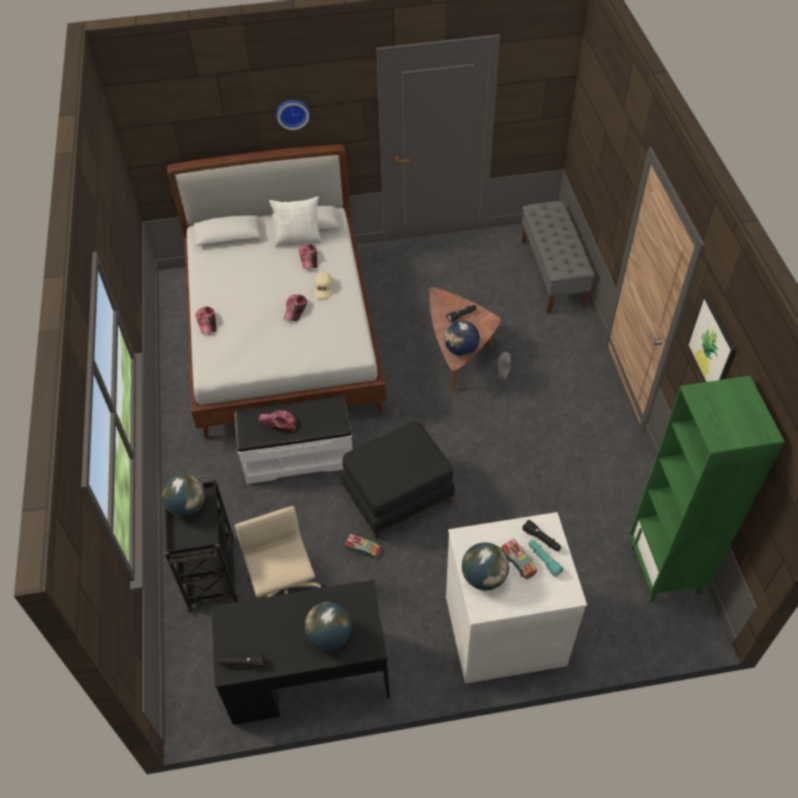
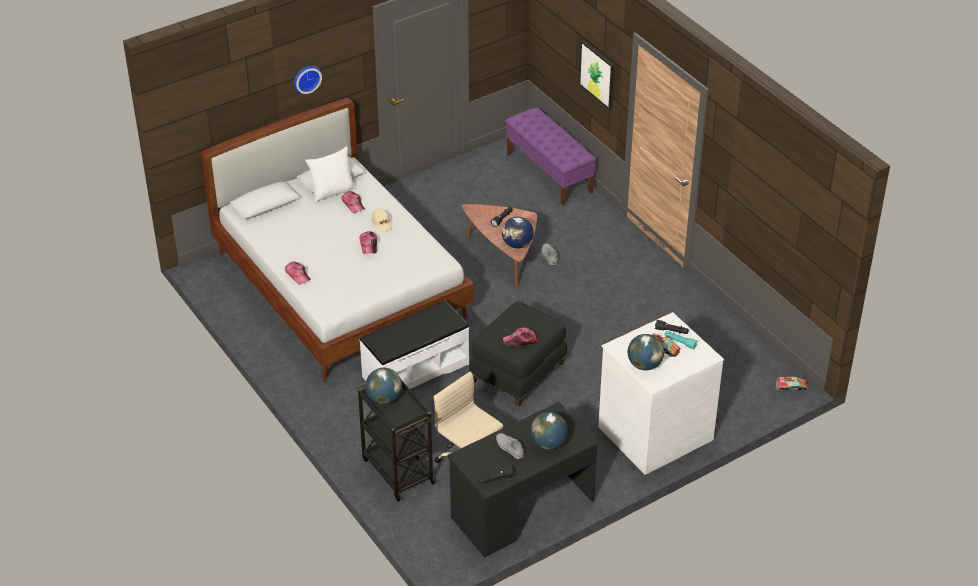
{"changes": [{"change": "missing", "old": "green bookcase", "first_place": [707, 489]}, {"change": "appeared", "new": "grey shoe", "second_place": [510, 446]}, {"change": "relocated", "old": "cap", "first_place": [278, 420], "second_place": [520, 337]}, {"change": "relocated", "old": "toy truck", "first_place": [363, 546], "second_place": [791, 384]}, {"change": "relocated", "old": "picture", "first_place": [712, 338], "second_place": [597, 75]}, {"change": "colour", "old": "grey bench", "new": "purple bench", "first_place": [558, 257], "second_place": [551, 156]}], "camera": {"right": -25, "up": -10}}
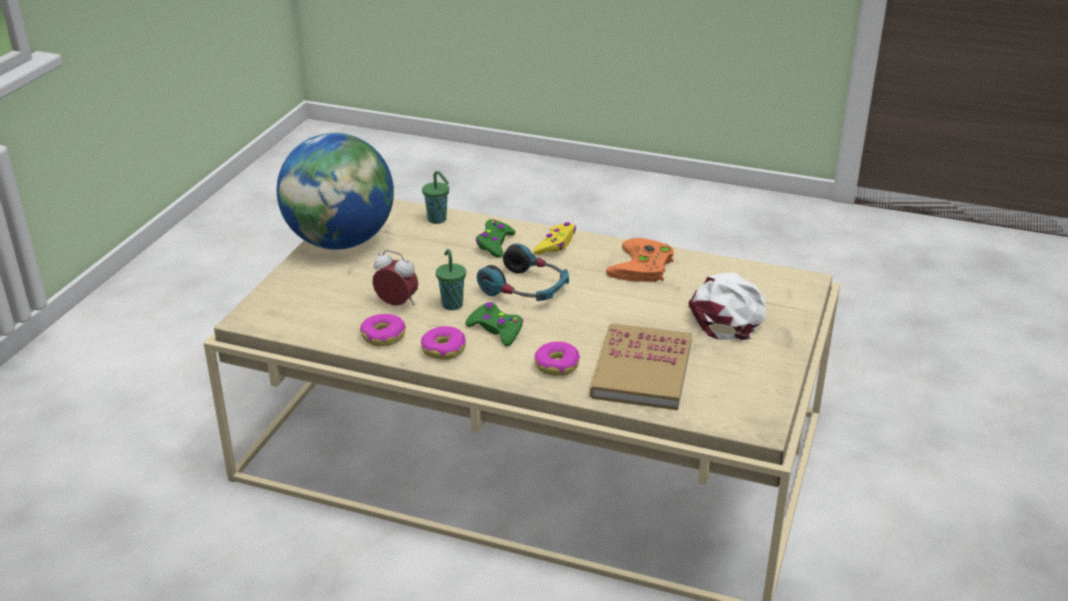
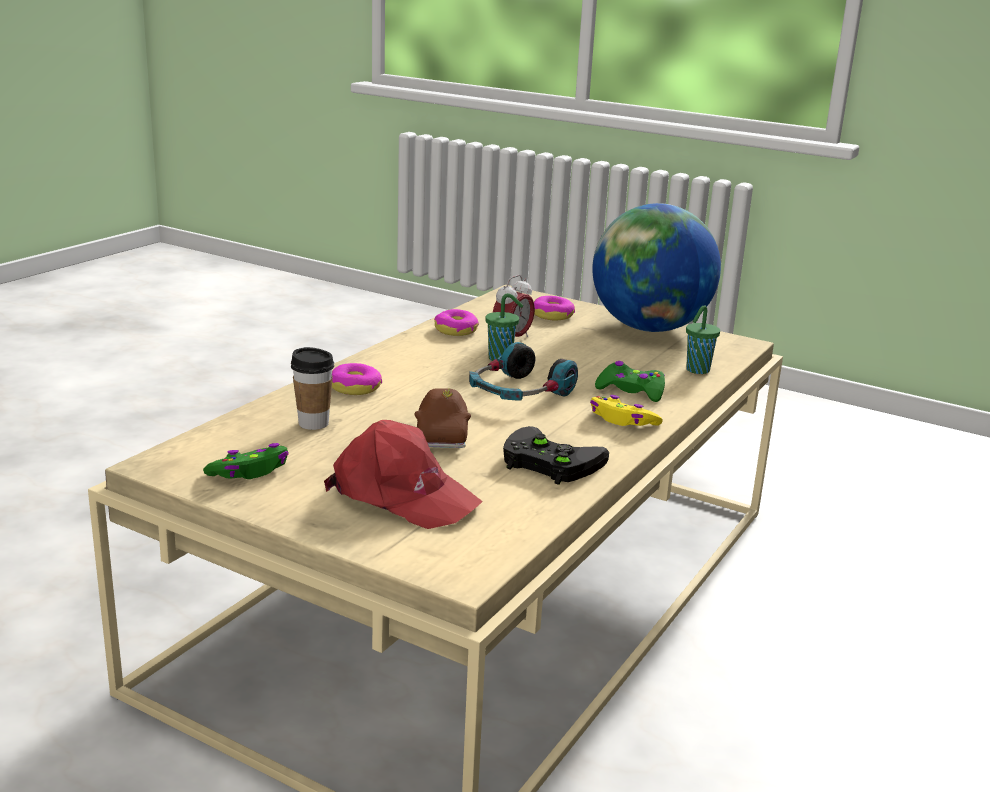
{"changes": [{"change": "appeared", "new": "brown toy car", "second_place": [442, 418]}, {"change": "relocated", "old": "donut", "first_place": [443, 343], "second_place": [554, 308]}, {"change": "relocated", "old": "green game controller", "first_place": [494, 324], "second_place": [246, 461]}, {"change": "exchanged", "old": "book", "new": "cup", "first_place": [641, 366], "second_place": [312, 388]}, {"change": "colour", "old": "orange game controller", "new": "black game controller", "first_place": [640, 260], "second_place": [556, 455]}, {"change": "colour", "old": "white cap", "new": "red cap", "first_place": [727, 306], "second_place": [403, 474]}], "camera": {"right": 100, "up": -10}}
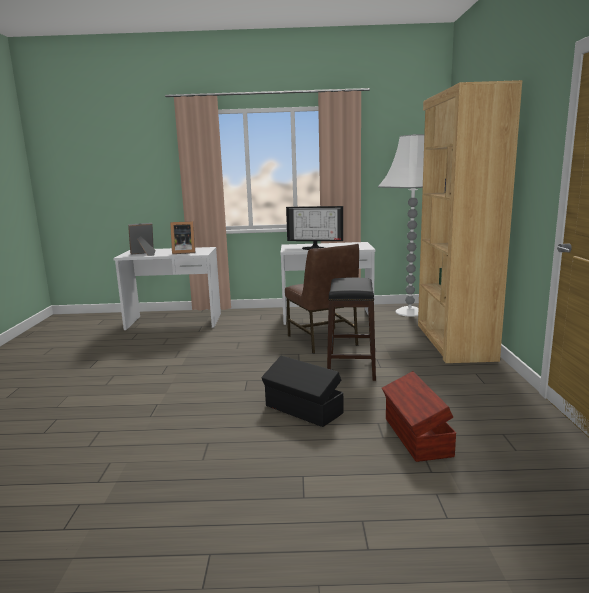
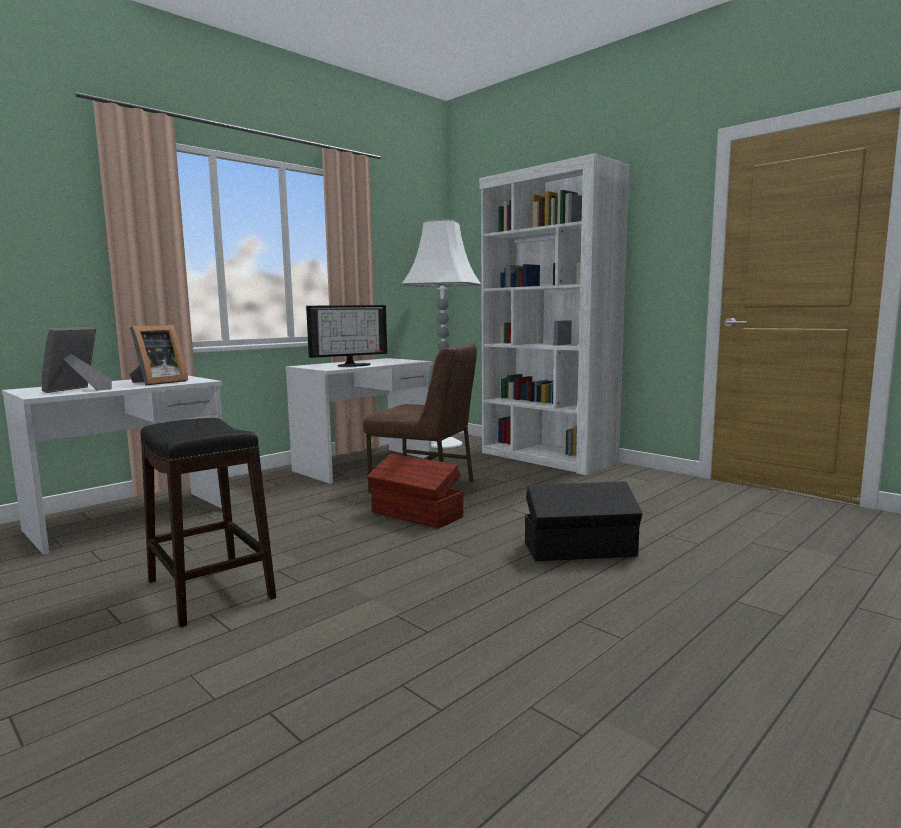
{"changes": [{"change": "relocated", "old": "black stool", "first_place": [351, 329], "second_place": [208, 522]}, {"change": "relocated", "old": "brown storage box", "first_place": [419, 416], "second_place": [415, 491]}, {"change": "colour", "old": "brown bookcase", "new": "white bookcase", "first_place": [470, 221], "second_place": [554, 314]}], "camera": {"right": -45, "up": -5}}
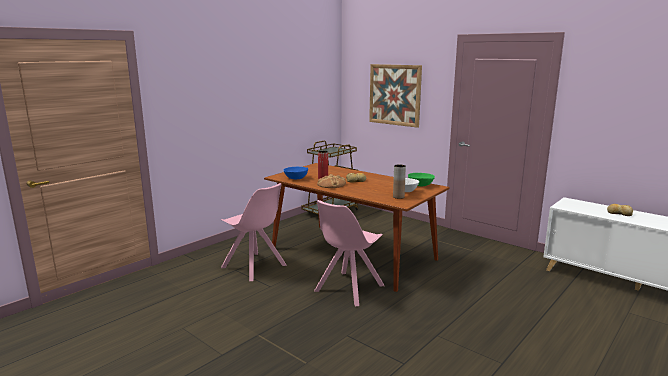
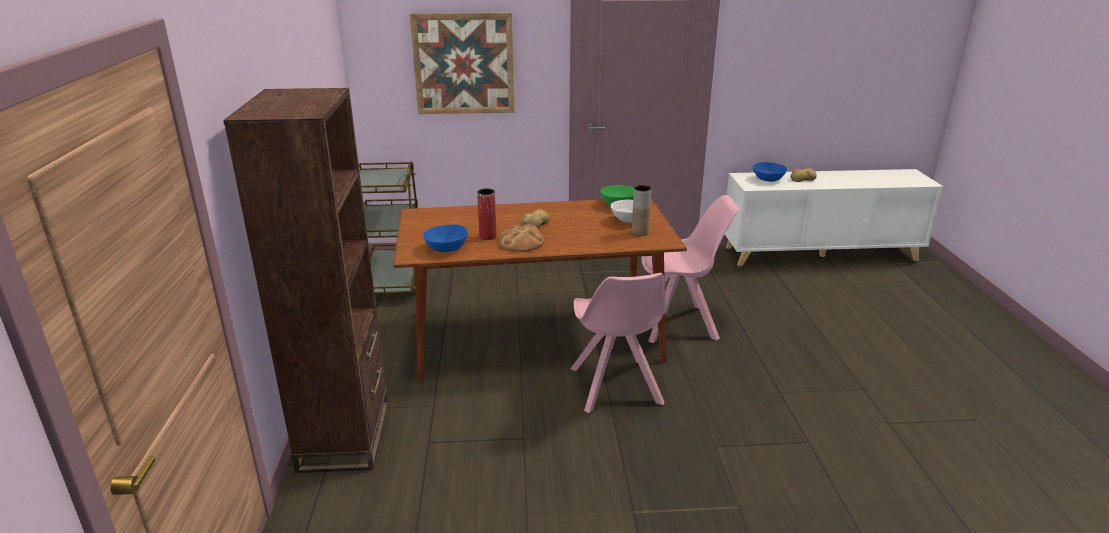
{"changes": [{"change": "appeared", "new": "brown bookcase", "second_place": [306, 280]}, {"change": "appeared", "new": "blue bowl", "second_place": [770, 172]}, {"change": "relocated", "old": "pink chair", "first_place": [254, 232], "second_place": [690, 269]}], "camera": {"right": -45, "up": 10}}
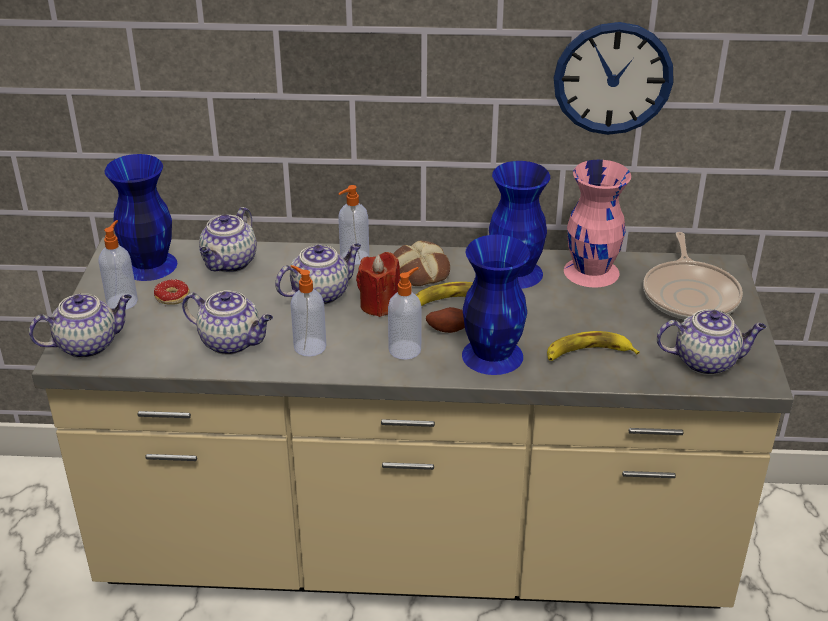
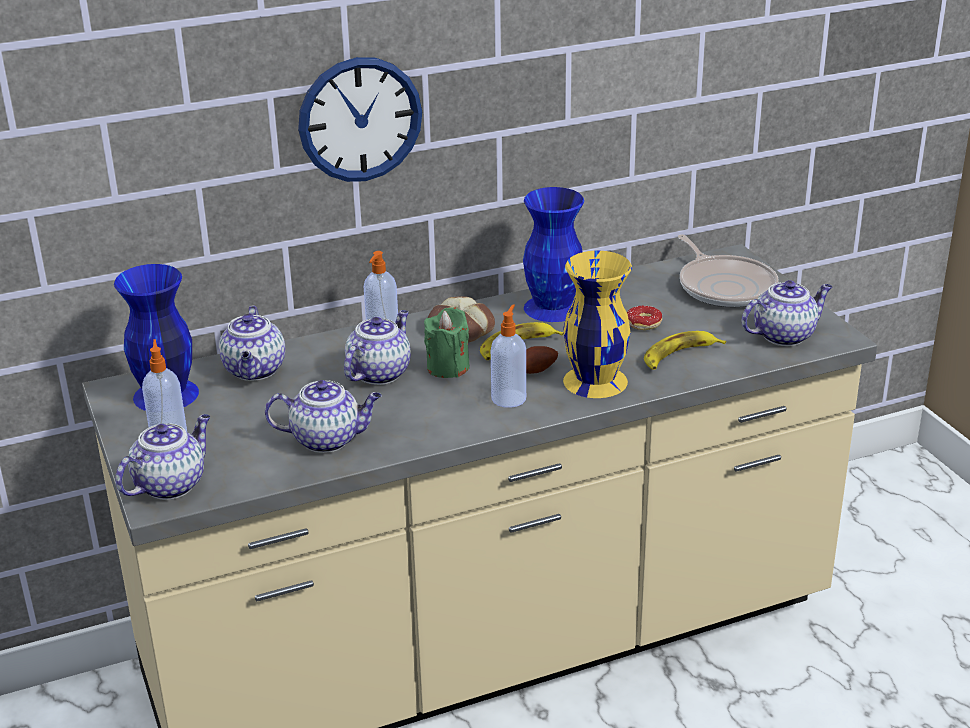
{"changes": [{"change": "missing", "old": "soap dispenser", "first_place": [308, 310]}, {"change": "missing", "old": "pink vase", "first_place": [597, 223]}, {"change": "relocated", "old": "donut", "first_place": [172, 292], "second_place": [644, 318]}, {"change": "relocated", "old": "wall clock", "first_place": [614, 78], "second_place": [360, 119]}, {"change": "colour", "old": "red candle", "new": "green candle", "first_place": [378, 284], "second_place": [447, 342]}, {"change": "colour", "old": "blue vase", "new": "yellow vase", "first_place": [496, 305], "second_place": [597, 324]}], "camera": {"right": -25, "up": -5}}
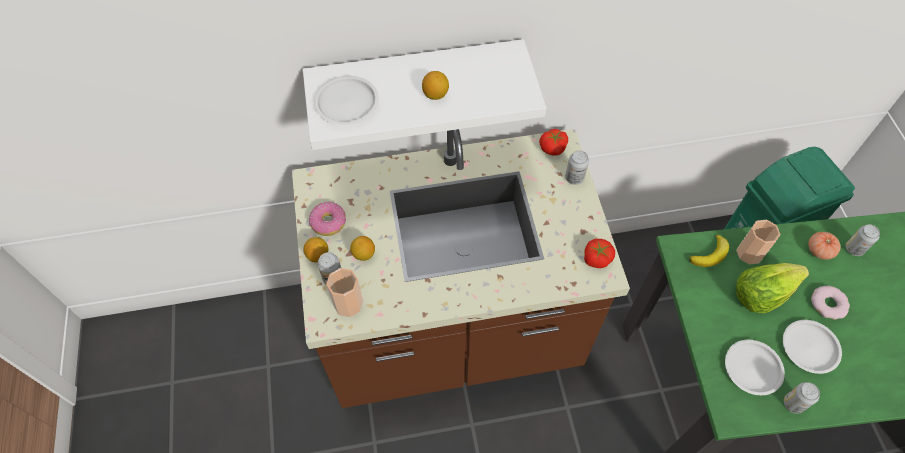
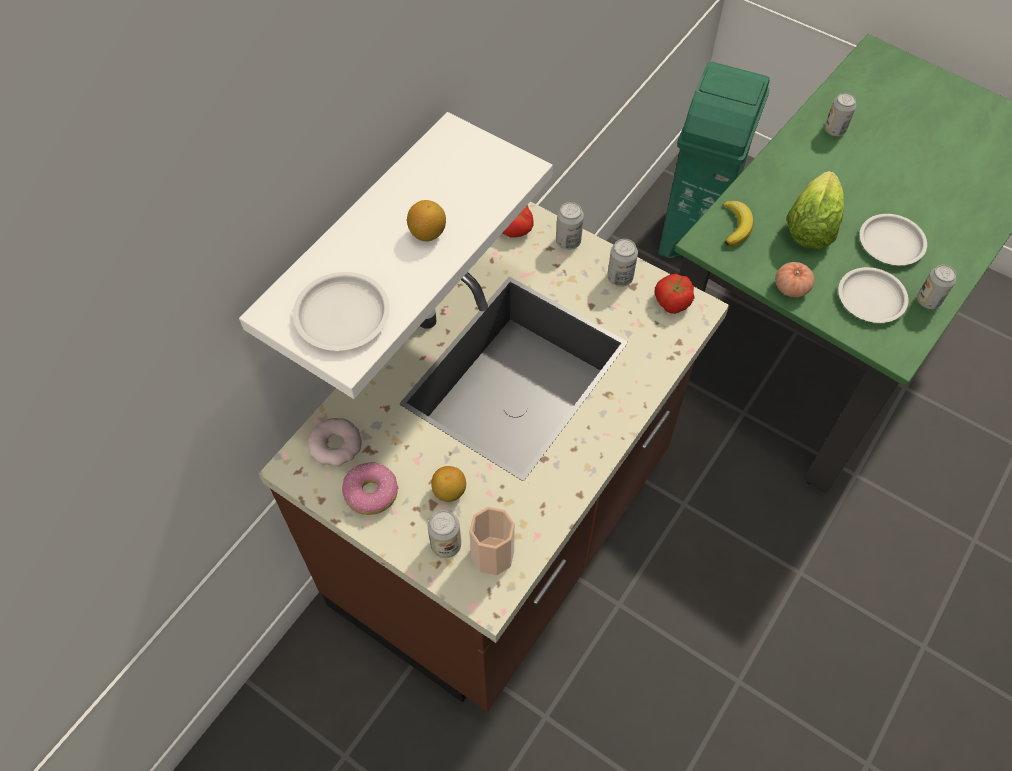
{"changes": [{"change": "missing", "old": "lemon", "first_place": [315, 249]}, {"change": "missing", "old": "cup", "first_place": [758, 242]}, {"change": "appeared", "new": "can", "second_place": [622, 263]}, {"change": "relocated", "old": "tomato", "first_place": [824, 246], "second_place": [794, 279]}, {"change": "relocated", "old": "donut", "first_place": [830, 303], "second_place": [335, 442]}], "camera": {"right": -45, "up": 0}}
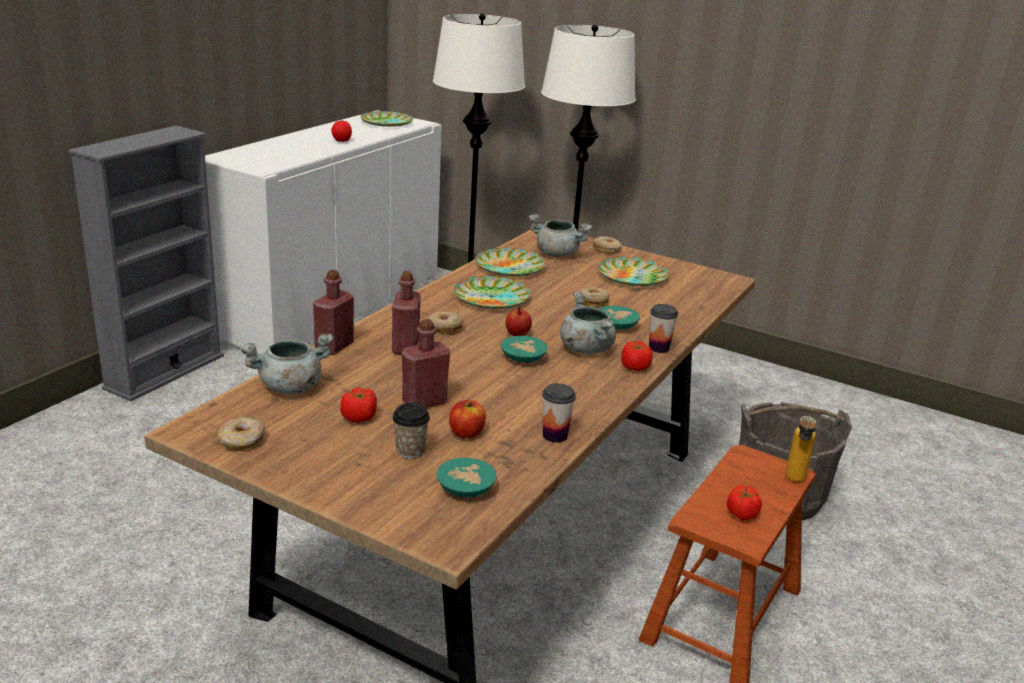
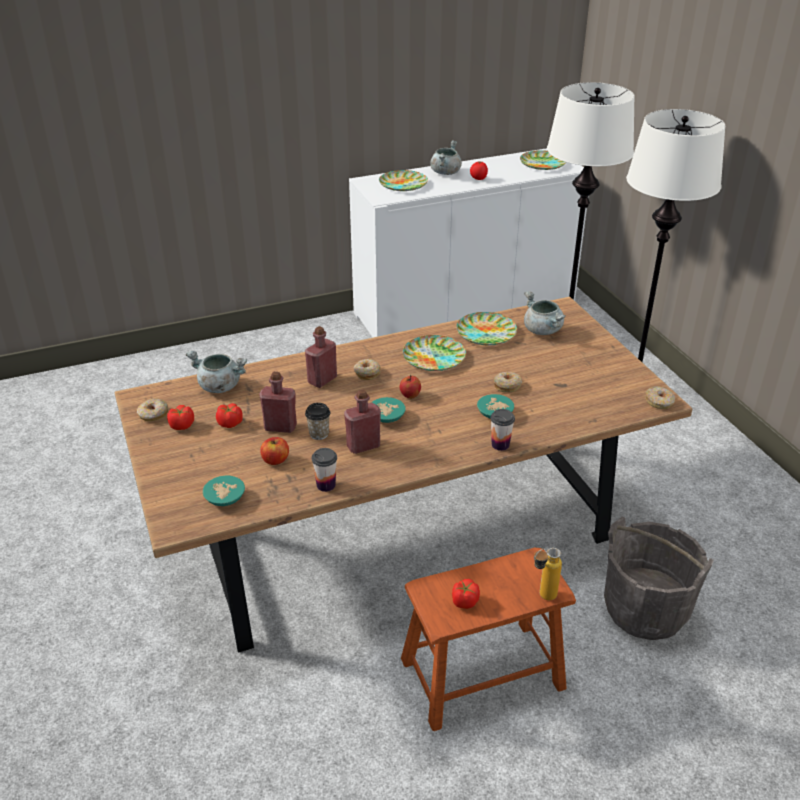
{"changes": [{"change": "missing", "old": "grey bookcase", "first_place": [146, 263]}, {"change": "relocated", "old": "red bottle", "first_place": [333, 312], "second_place": [362, 421]}, {"change": "relocated", "old": "cup", "first_place": [411, 431], "second_place": [317, 421]}, {"change": "relocated", "old": "grey cooking pot", "first_place": [588, 323], "second_place": [446, 157]}, {"change": "relocated", "old": "donut", "first_place": [607, 245], "second_place": [660, 397]}, {"change": "relocated", "old": "plate", "first_place": [633, 271], "second_place": [403, 180]}, {"change": "relocated", "old": "tomato", "first_place": [637, 356], "second_place": [180, 417]}], "camera": {"right": 40, "up": 10}}
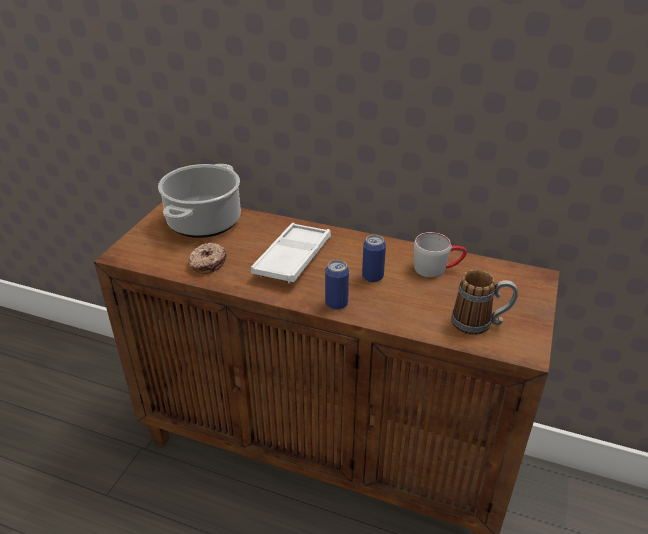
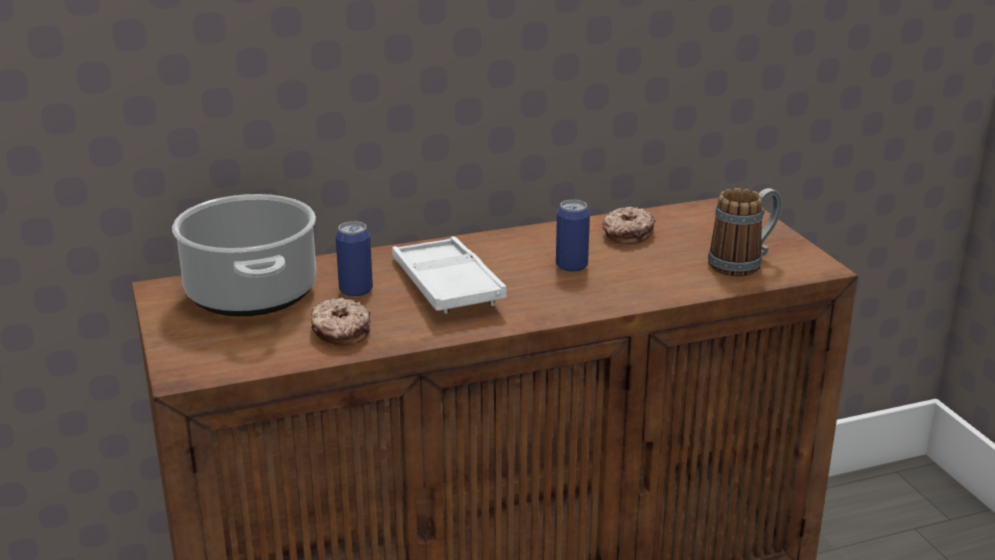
{"changes": [{"change": "relocated", "old": "can", "first_place": [337, 285], "second_place": [354, 259]}, {"change": "exchanged", "old": "grey mug", "new": "donut", "first_place": [440, 255], "second_place": [628, 226]}], "camera": {"right": -40, "up": -10}}
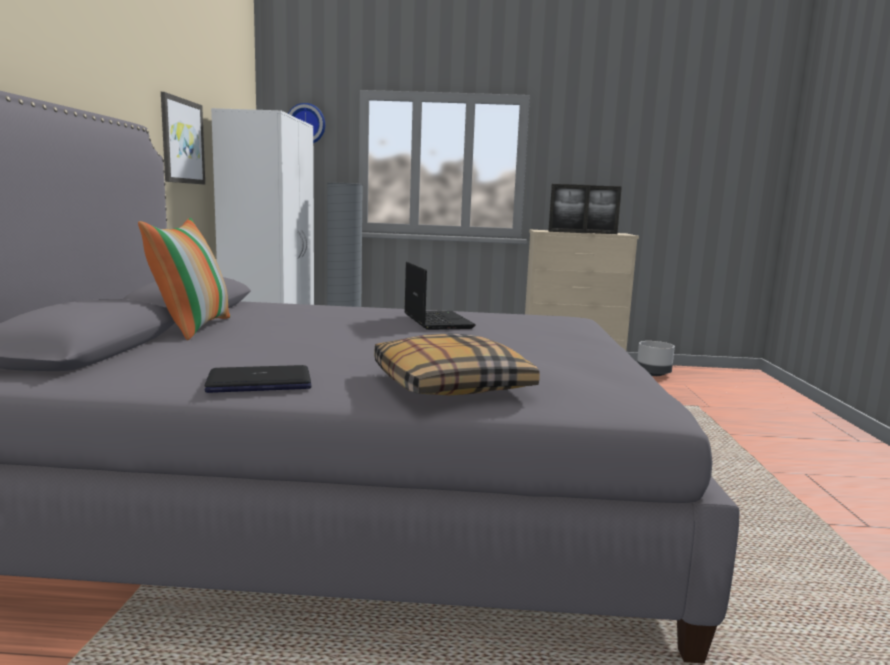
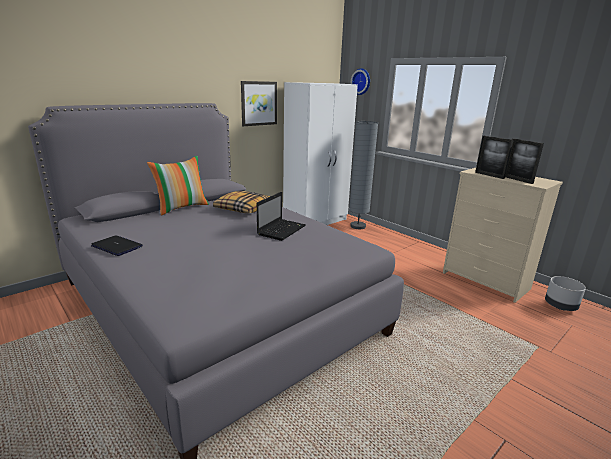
{"changes": [{"change": "relocated", "old": "pillow", "first_place": [457, 364], "second_place": [241, 202]}], "camera": {"right": 45, "up": 10}}
